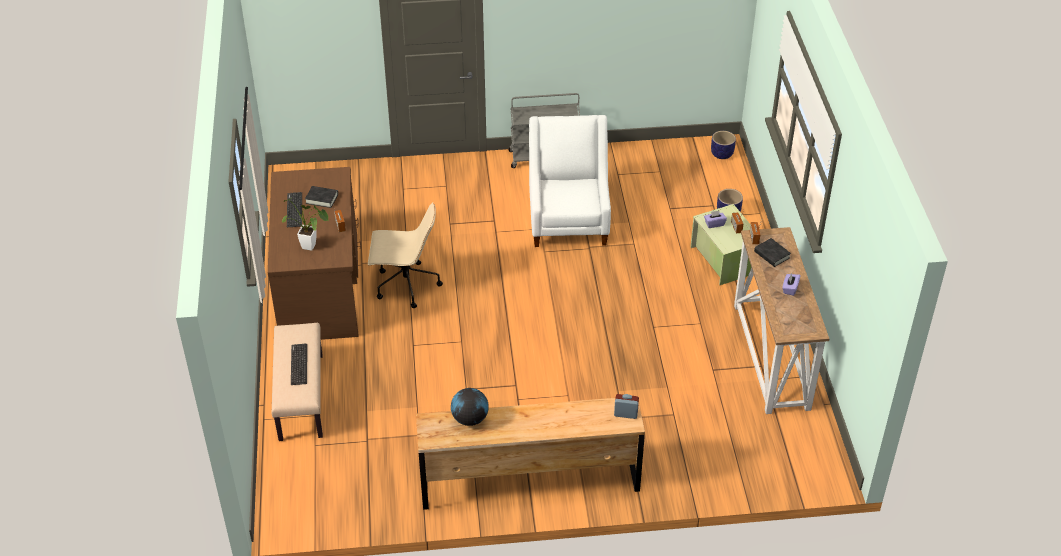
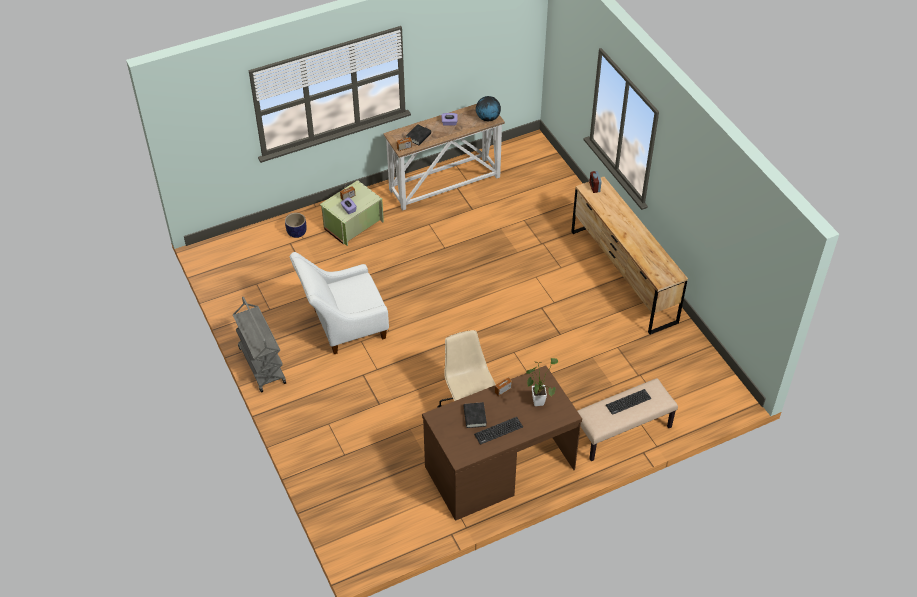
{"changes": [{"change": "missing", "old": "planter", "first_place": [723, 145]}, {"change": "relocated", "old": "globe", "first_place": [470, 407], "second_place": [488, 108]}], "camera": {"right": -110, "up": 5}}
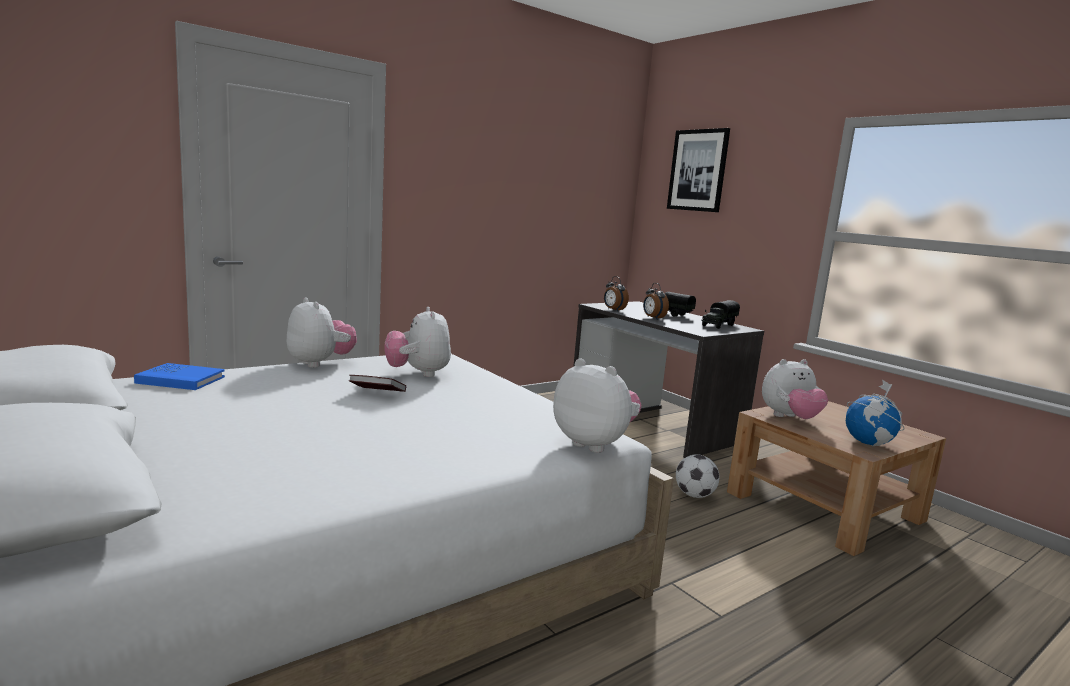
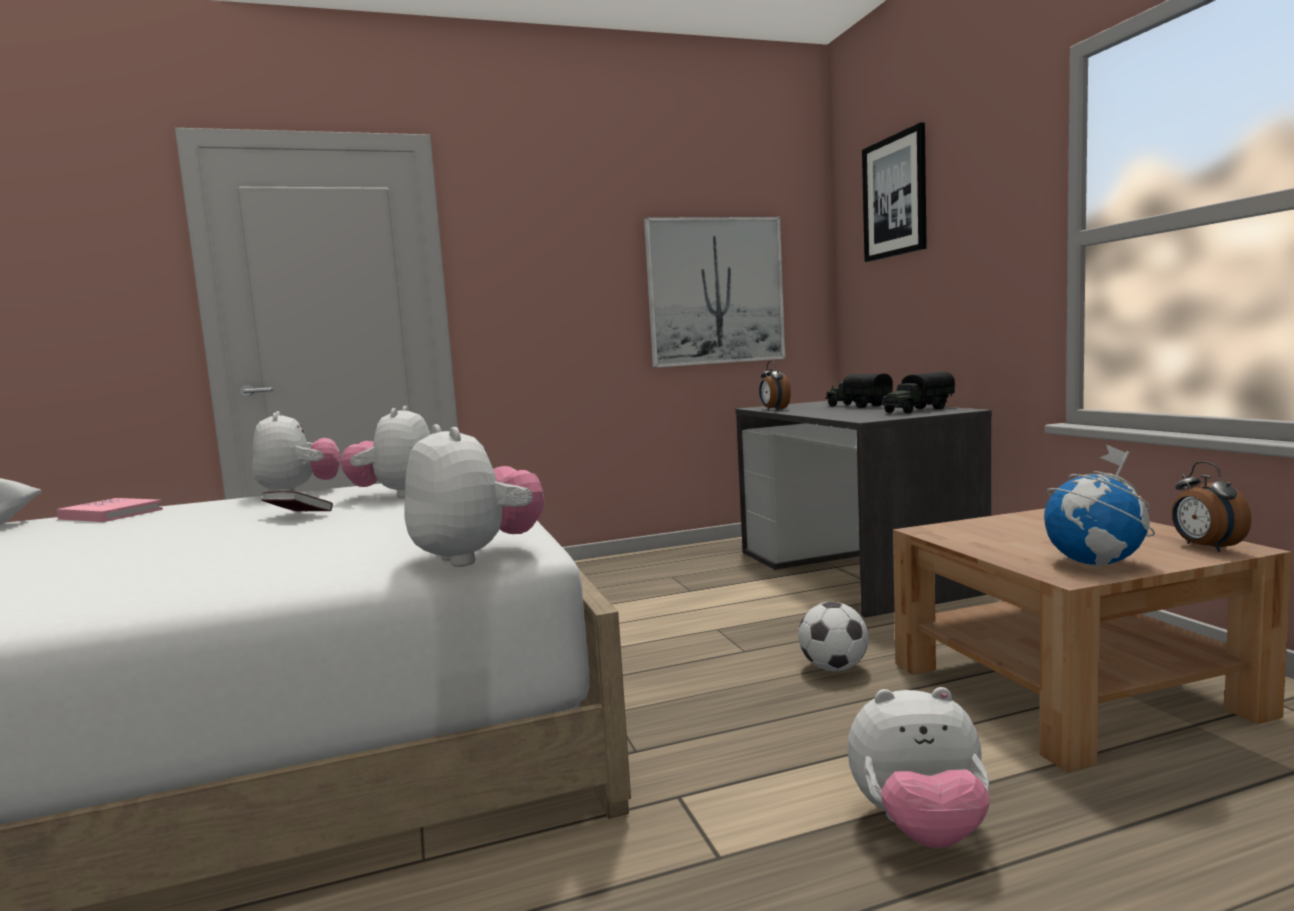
{"changes": [{"change": "appeared", "new": "picture", "second_place": [714, 292]}, {"change": "relocated", "old": "alarm clock", "first_place": [656, 301], "second_place": [1212, 507]}, {"change": "relocated", "old": "plush toy", "first_place": [795, 389], "second_place": [918, 767]}, {"change": "colour", "old": "blue book", "new": "pink book", "first_place": [179, 376], "second_place": [109, 510]}], "camera": {"right": 20, "up": -5}}
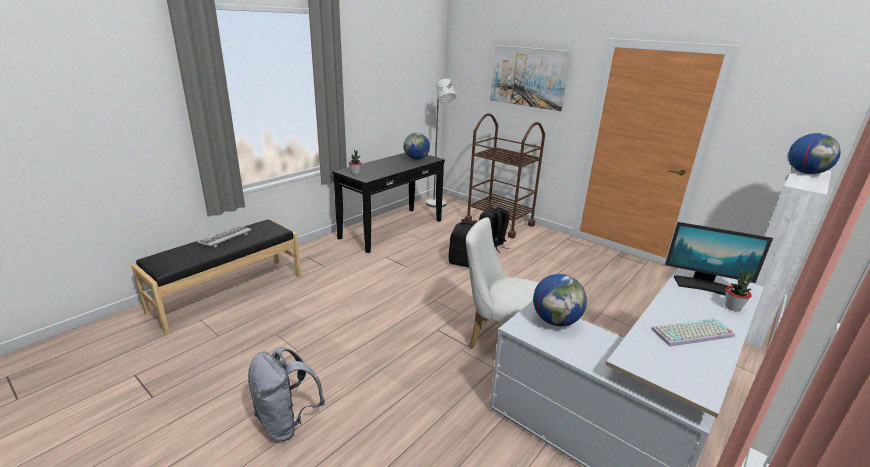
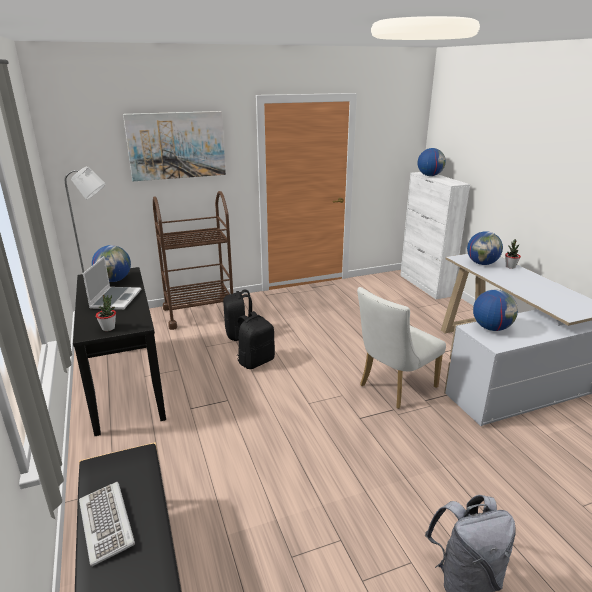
{"changes": [{"change": "missing", "old": "keyboard", "first_place": [693, 332]}, {"change": "appeared", "new": "laptop", "second_place": [112, 283]}, {"change": "exchanged", "old": "monitor", "new": "globe", "first_place": [719, 259], "second_place": [485, 248]}], "camera": {"right": -60, "up": 0}}
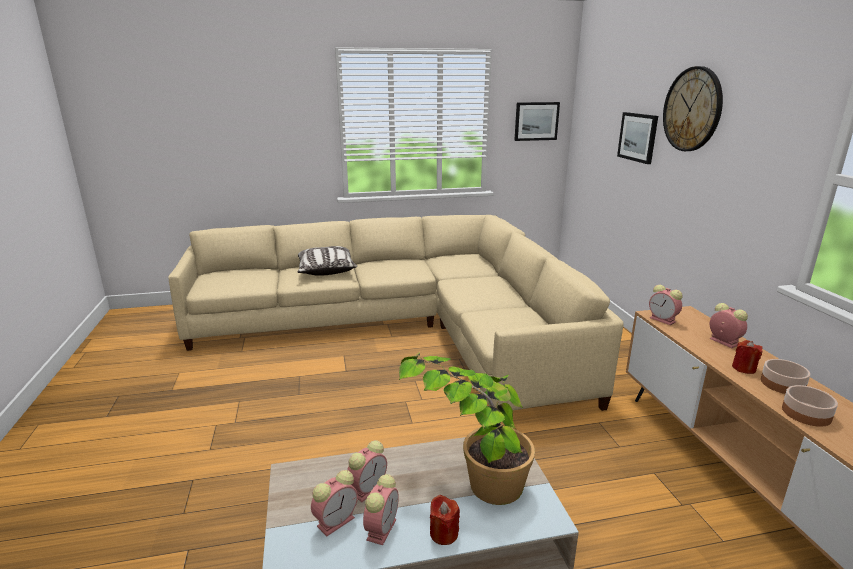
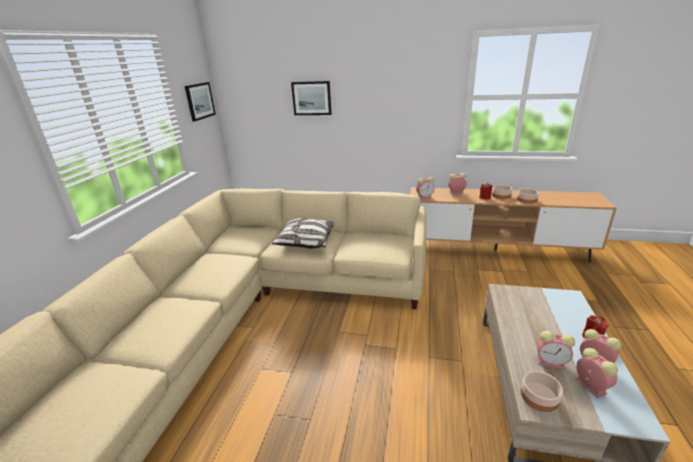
{"changes": [{"change": "missing", "old": "potted plant", "first_place": [467, 428]}, {"change": "missing", "old": "wall clock", "first_place": [693, 108]}, {"change": "appeared", "new": "bowl", "second_place": [541, 391]}, {"change": "relocated", "old": "pillow", "first_place": [327, 261], "second_place": [303, 233]}, {"change": "spun", "old": "alarm clock", "first_place": [367, 471], "second_place": [556, 350], "degrees": 135}], "camera": {"right": -65, "up": 5}}
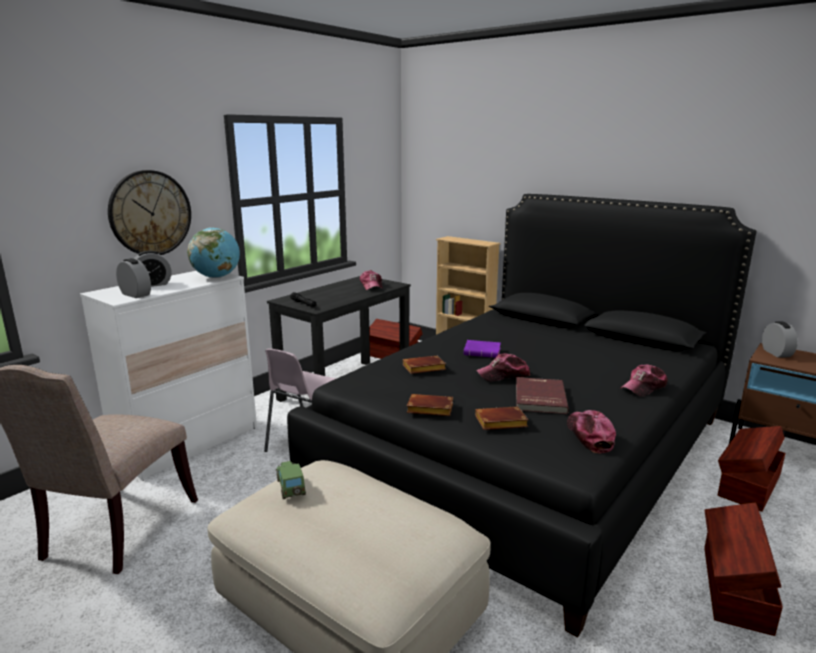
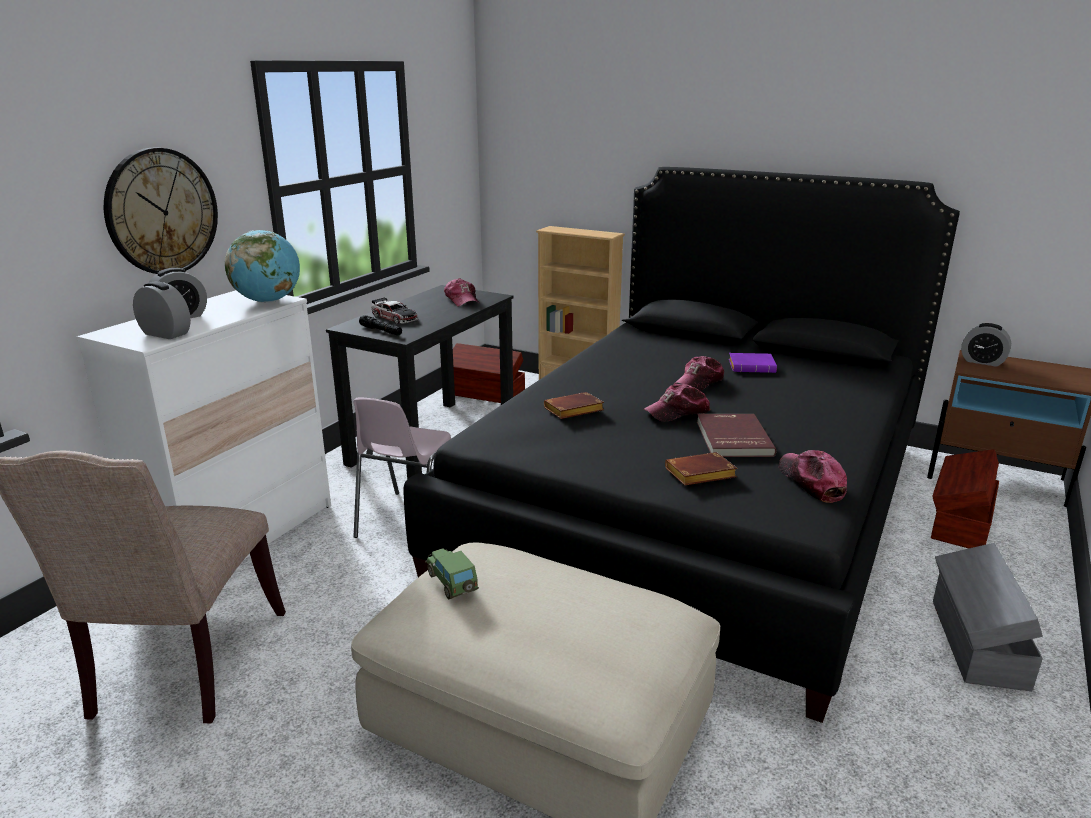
{"changes": [{"change": "missing", "old": "brown book", "first_place": [430, 405]}, {"change": "appeared", "new": "toy car", "second_place": [395, 310]}, {"change": "relocated", "old": "purple book", "first_place": [482, 349], "second_place": [753, 363]}, {"change": "relocated", "old": "cap", "first_place": [644, 381], "second_place": [699, 373]}, {"change": "colour", "old": "brown storage box", "new": "grey storage box", "first_place": [743, 569], "second_place": [988, 617]}, {"change": "spun", "old": "alarm clock", "first_place": [780, 340], "second_place": [986, 345], "degrees": 135}], "camera": {"right": -10, "up": 5}}
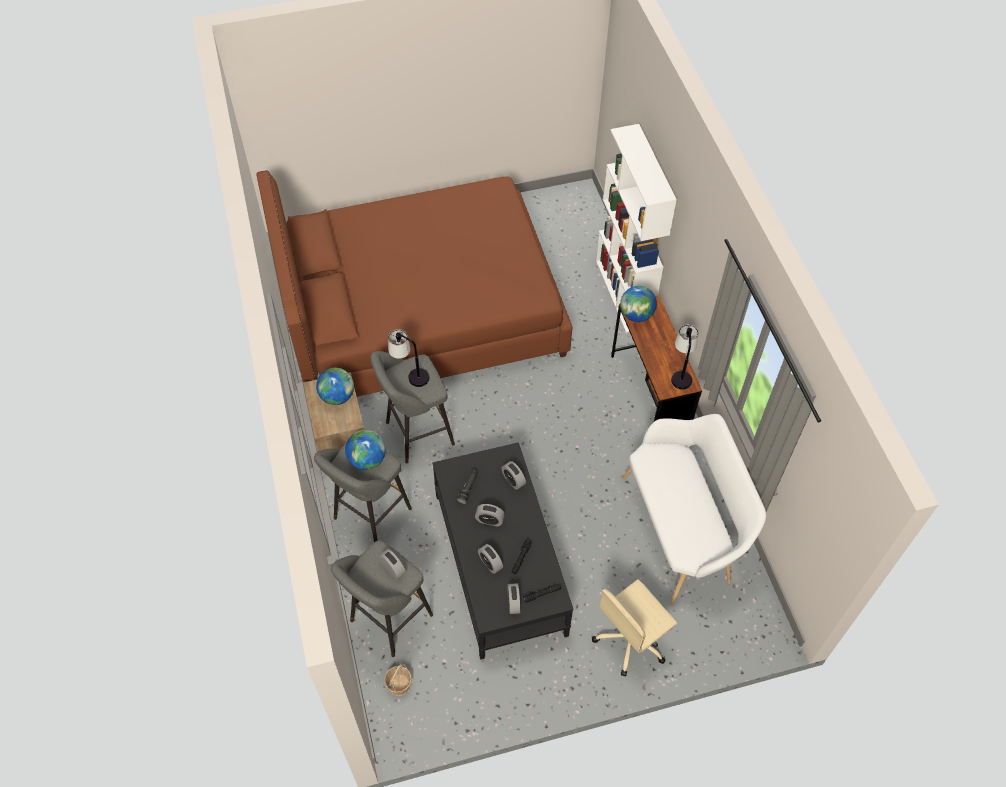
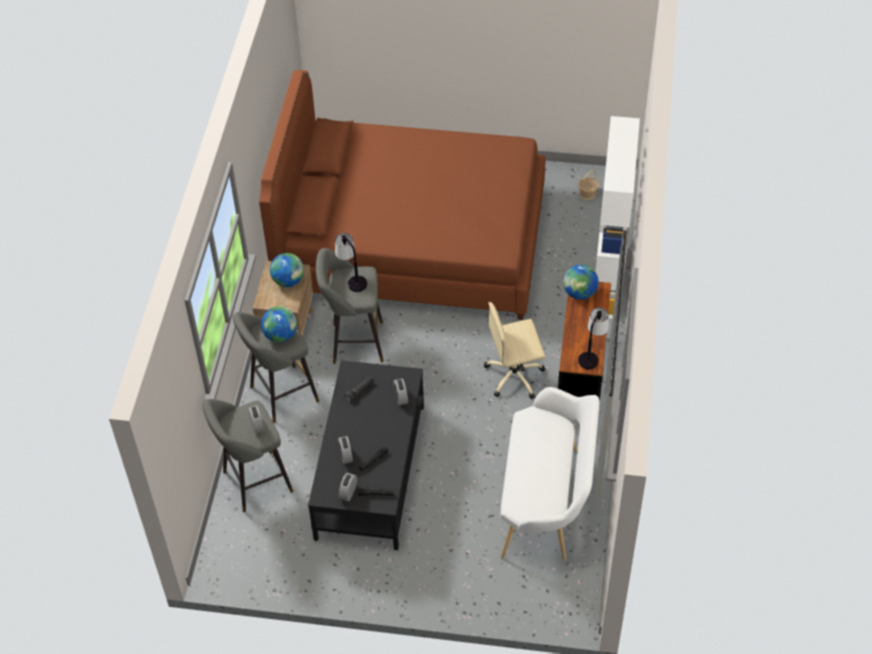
{"changes": [{"change": "missing", "old": "alarm clock", "first_place": [490, 515]}, {"change": "relocated", "old": "basket", "first_place": [398, 679], "second_place": [588, 185]}, {"change": "relocated", "old": "beige office chair", "first_place": [634, 628], "second_place": [515, 350]}], "camera": {"right": 25, "up": -5}}
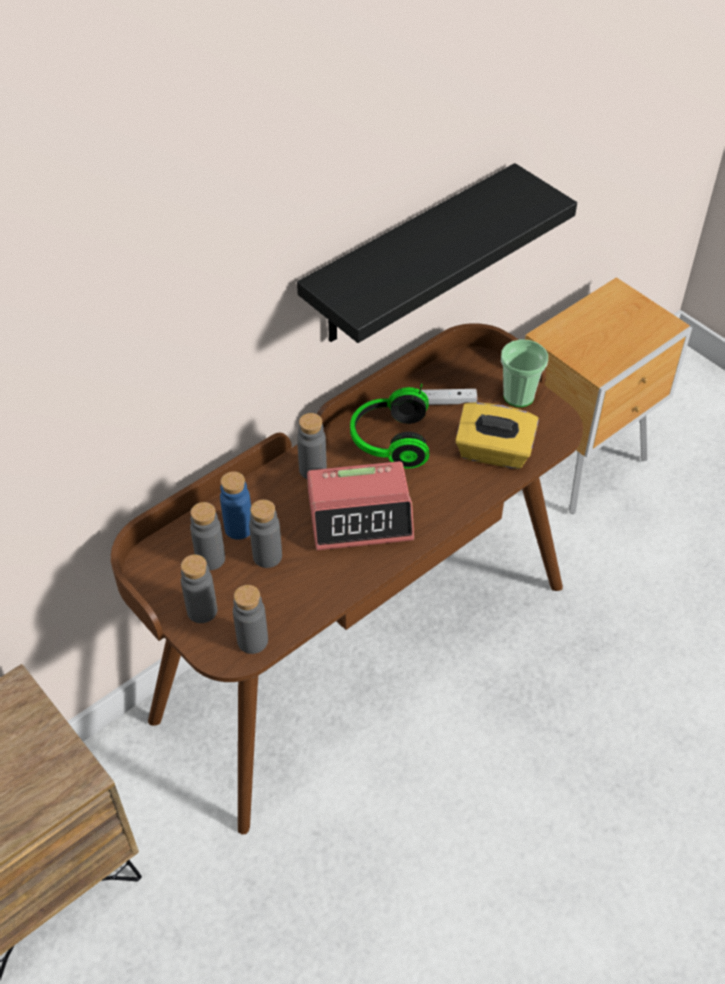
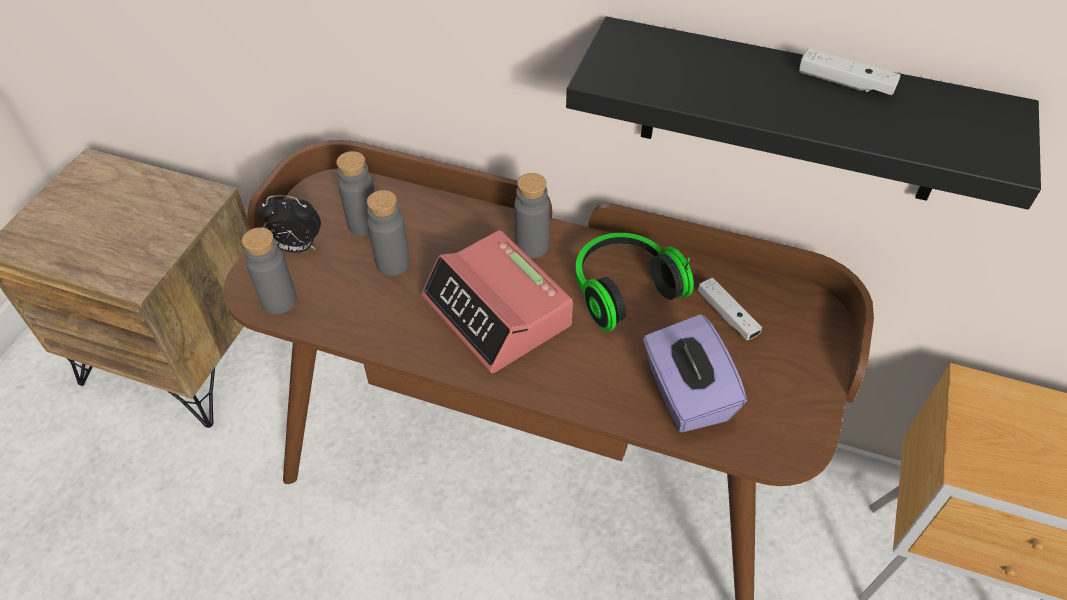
{"changes": [{"change": "missing", "old": "blue bottle", "first_place": [235, 506]}, {"change": "missing", "old": "cup", "first_place": [524, 373]}, {"change": "appeared", "new": "white game controller", "second_place": [849, 71]}, {"change": "exchanged", "old": "grey bottle", "new": "alarm clock", "first_place": [199, 588], "second_place": [289, 224]}, {"change": "colour", "old": "yellow tissue box", "new": "purple tissue box", "first_place": [497, 435], "second_place": [695, 373]}], "camera": {"right": 60, "up": 0}}
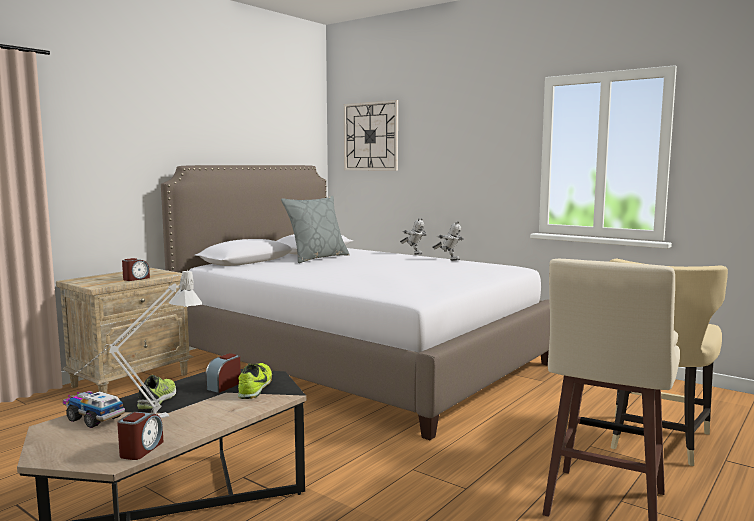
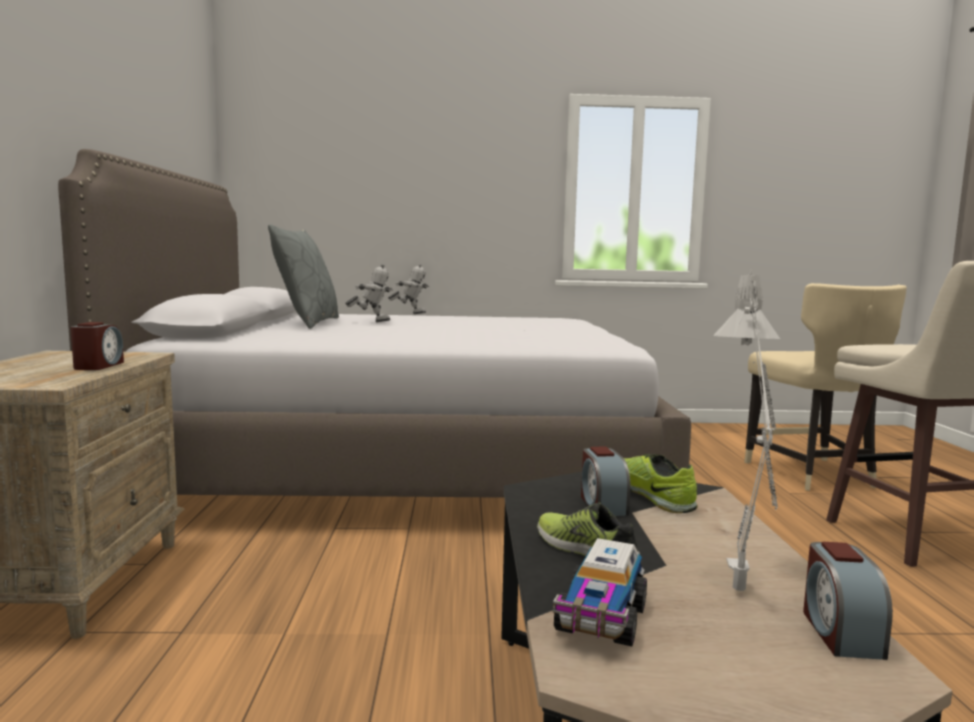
{"changes": [{"change": "missing", "old": "wall clock", "first_place": [371, 135]}, {"change": "relocated", "old": "toy robot", "first_place": [448, 241], "second_place": [369, 293]}, {"change": "spun", "old": "toy truck", "first_place": [94, 409], "second_place": [600, 592], "degrees": -60}, {"change": "spun", "old": "alarm clock", "first_place": [140, 436], "second_place": [848, 601], "degrees": -150}], "camera": {"right": -40, "up": 0}}
